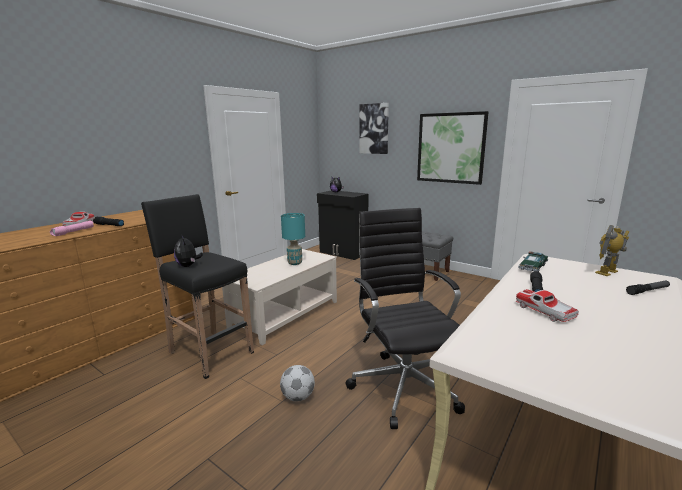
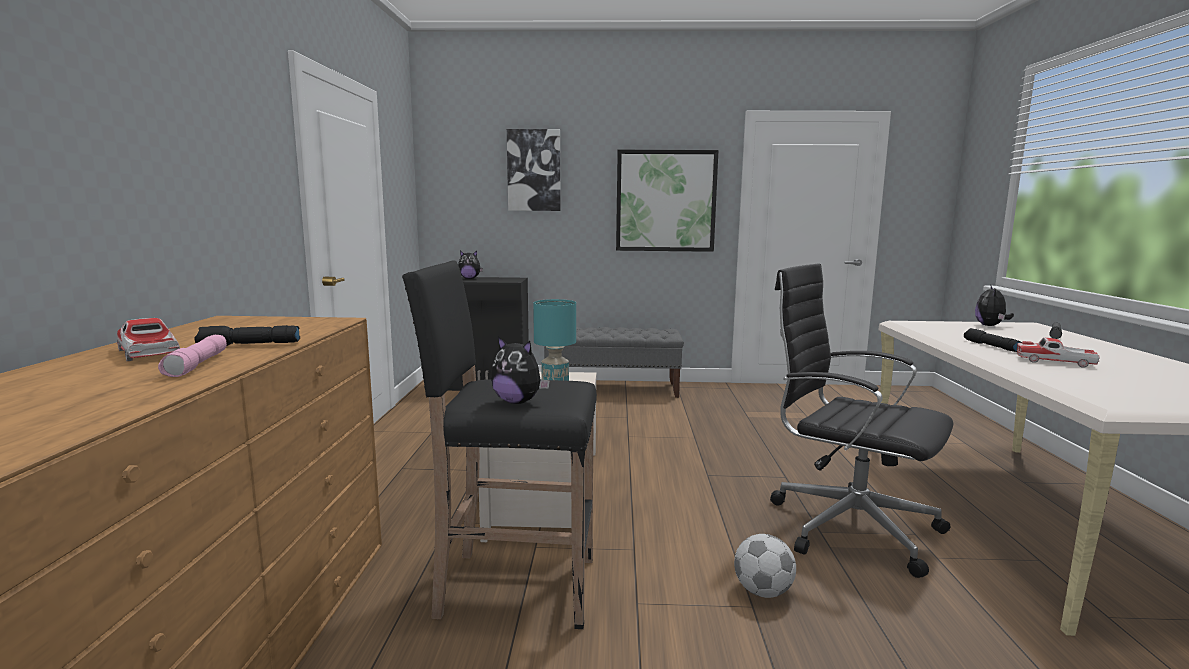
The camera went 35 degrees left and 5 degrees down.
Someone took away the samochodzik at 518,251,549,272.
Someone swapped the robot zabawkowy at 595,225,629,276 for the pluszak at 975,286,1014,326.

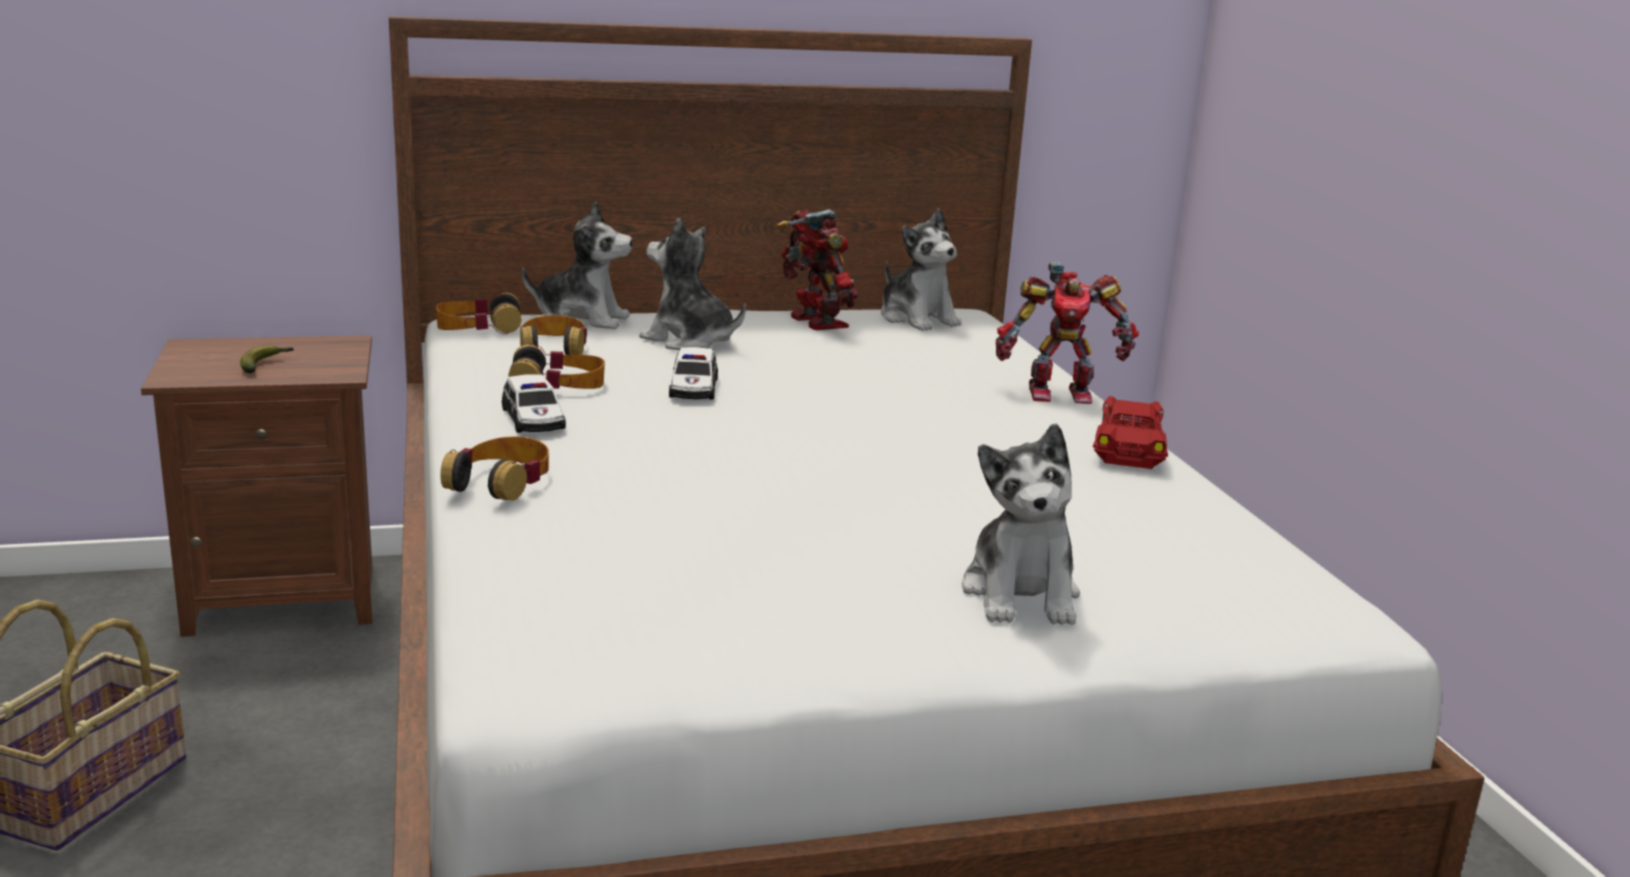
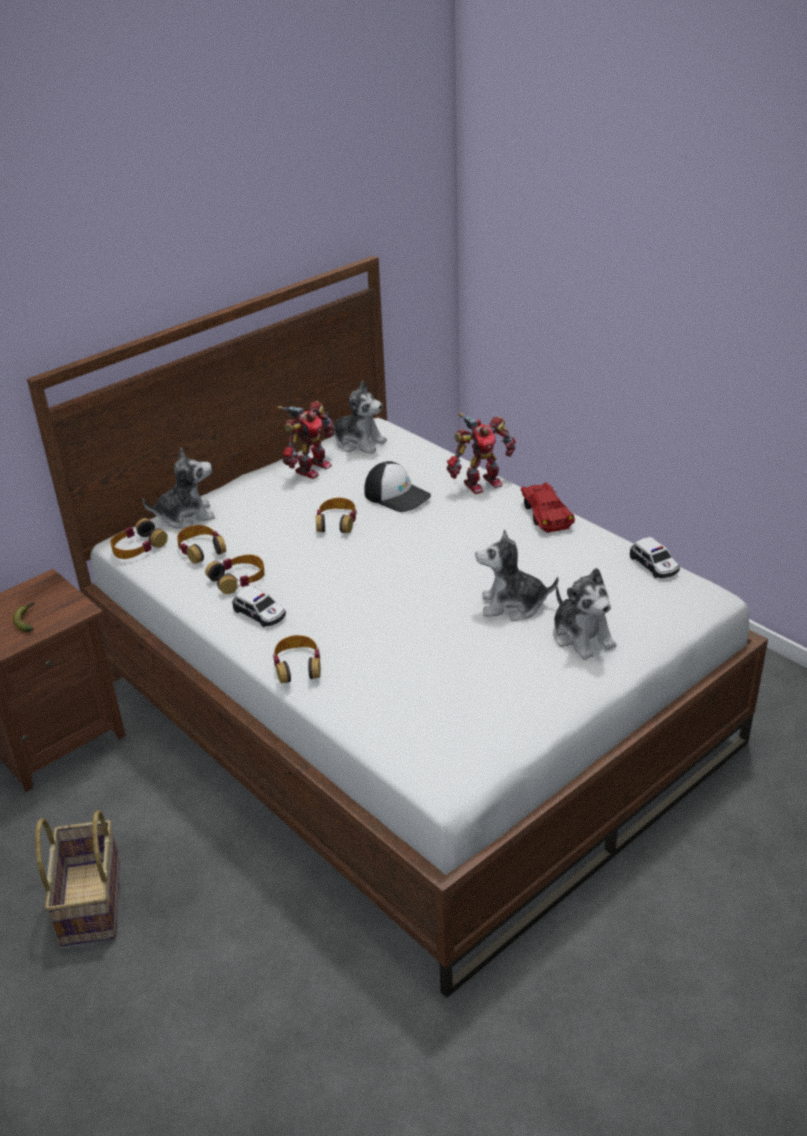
The camera went 25 degrees left and 15 degrees up.
Someone put down the słuchawki at 316,498,357,533.
Someone put down the czapka z daszkiem at 364,461,431,512.
Someone carried the pluszak from 639,218,746,350 to 475,530,559,621.
Someone carried the samochodzik from 669,347,718,400 to 630,537,680,578.
Someone rotated the robot zabawkowy at 777,209,858,330 by 90 degrees clockwise.

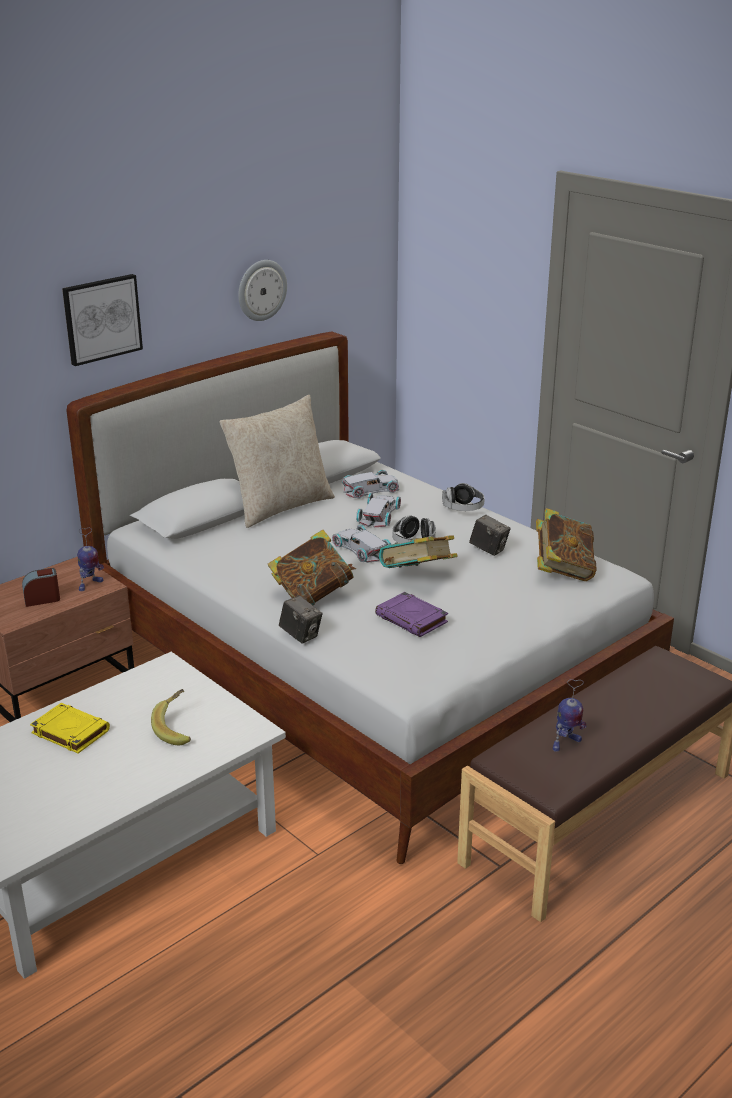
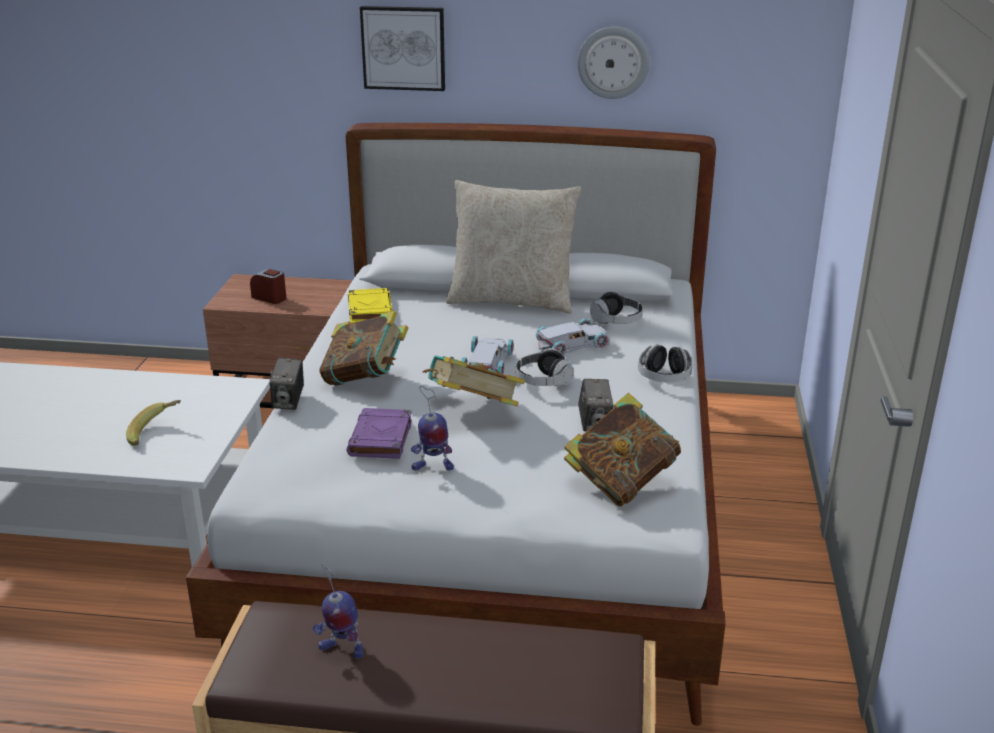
The camera went 50 degrees right and 0 degrees up.
Someone carried the książka [żółty] from 30,703,110,754 to 348,288,393,323.
Someone carried the robot zabawkowy from 77,528,104,591 to 411,386,454,471.
Someone swapped the samochodzik [biały] at 342,470,399,499 for the słuchawki at 590,291,643,324.

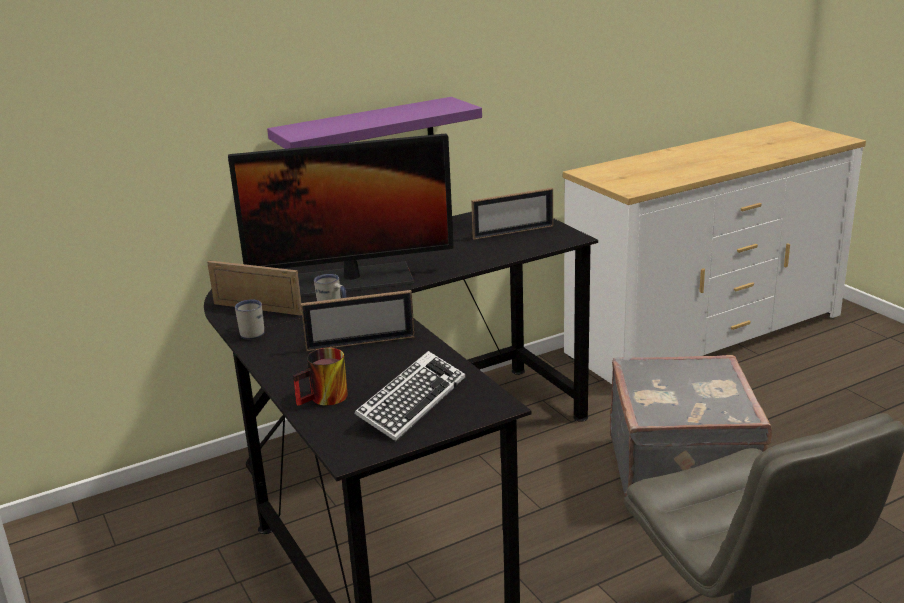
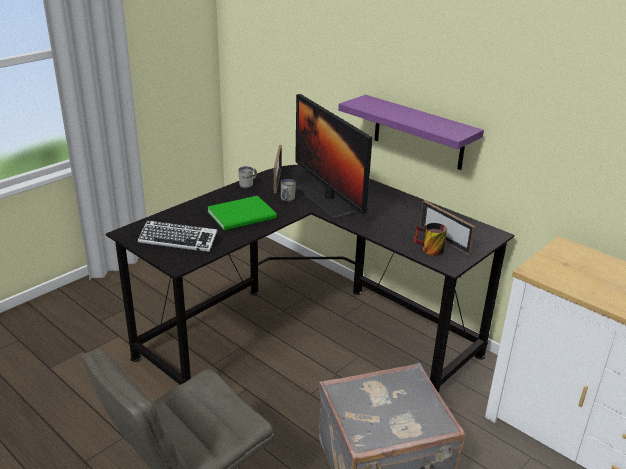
The camera went 70 degrees right and 5 degrees up.
Someone carried the kubek from 293,348,348,406 to 414,223,447,256.
Someone swapped the ramka na zdjęcie at 301,290,415,351 for the książka [zielony] at 207,196,277,231.

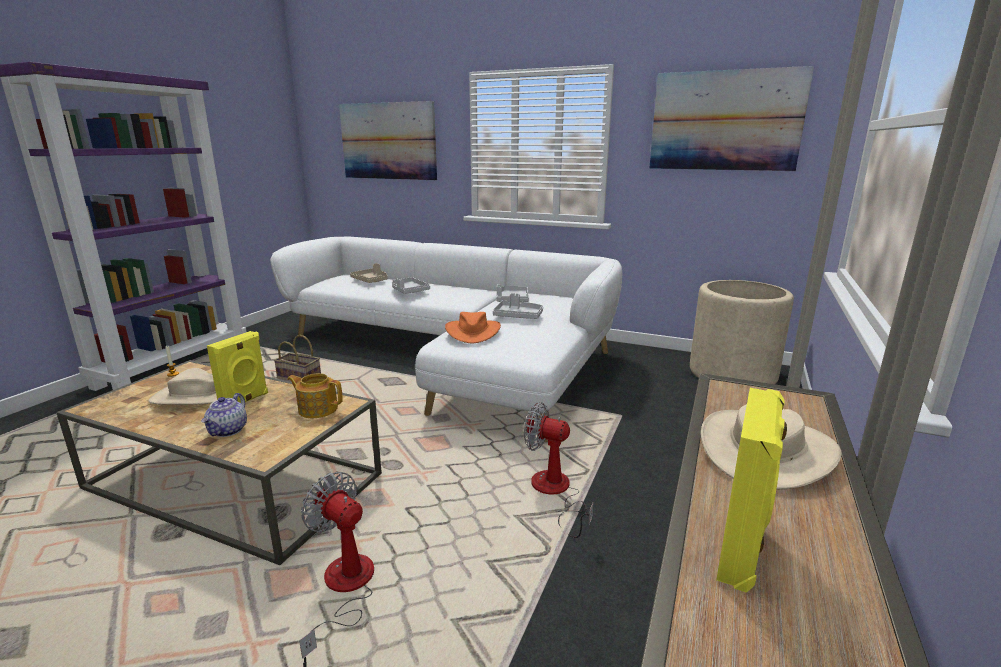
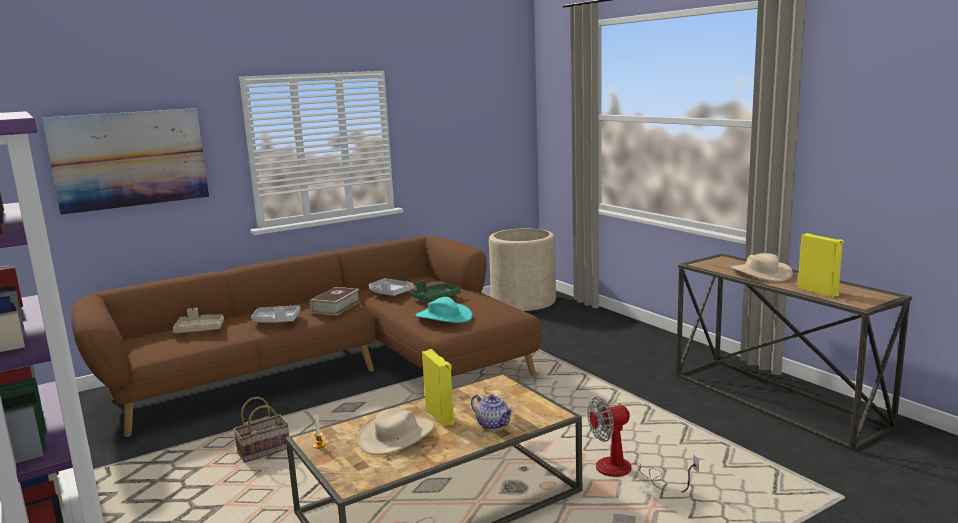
The camera went 55 degrees left and 5 degrees down.
Someone took away the imbryk at 287,373,343,418.
Someone took away the wentylator at 524,402,593,538.
Someone took away the obraz at 649,66,814,171.
Someone put down the książka at 310,287,361,316.
Someone repainted the kanapa [biały] at 270,236,623,442, which became the kanapa [brązowy] at 71,236,541,437.
Someone repainted the kapelusz [pomarańczowy] at 445,312,501,343, which became the kapelusz [turkusowy] at 416,297,473,323.
Someone repainted the taca [szary] at 493,293,543,319, which became the taca [zielony] at 410,280,461,302.

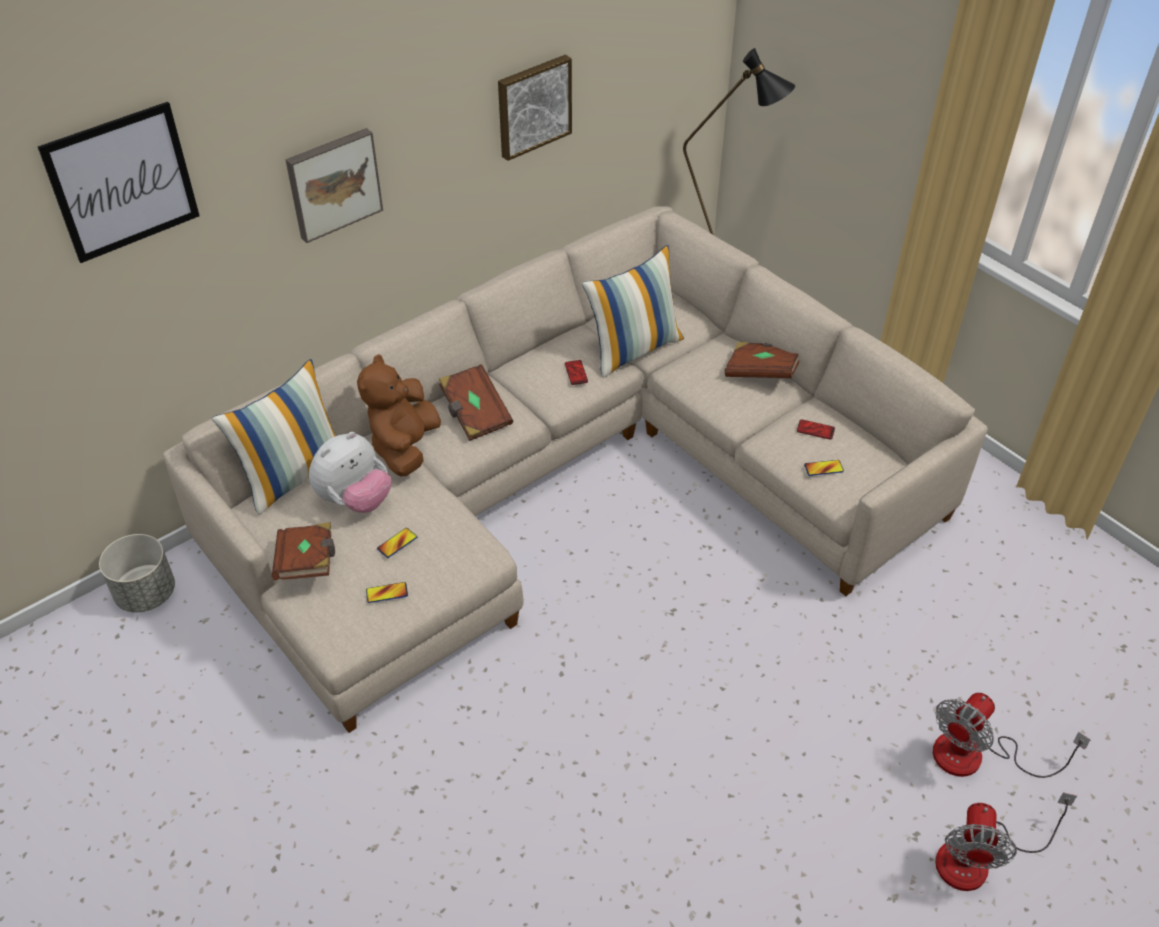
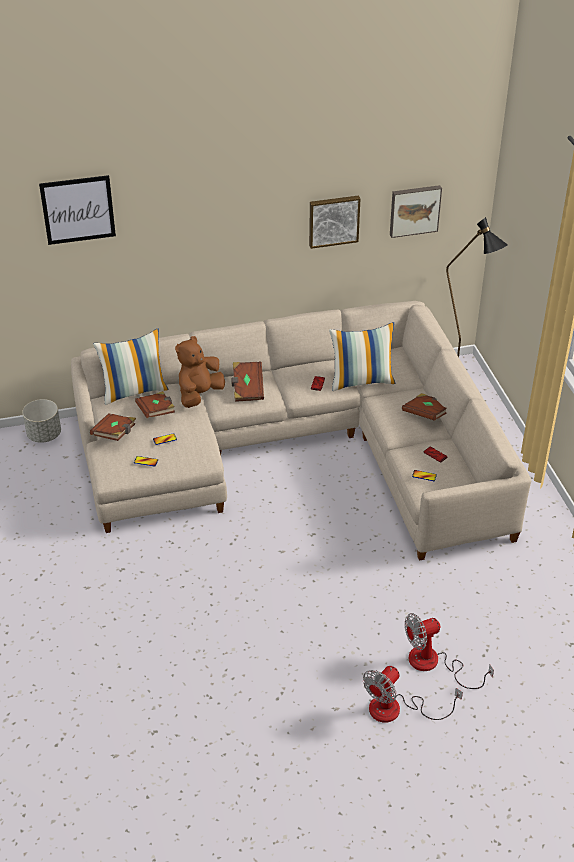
The camera went 25 degrees right and 5 degrees down.
Someone carried the obraz from 285,128,383,243 to 390,185,442,238.
Someone swapped the pluszak at 309,432,391,513 for the książka [brązowy] at 135,391,175,418.

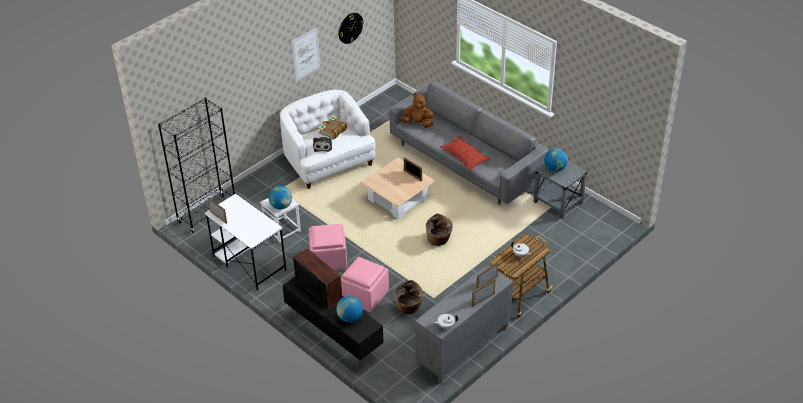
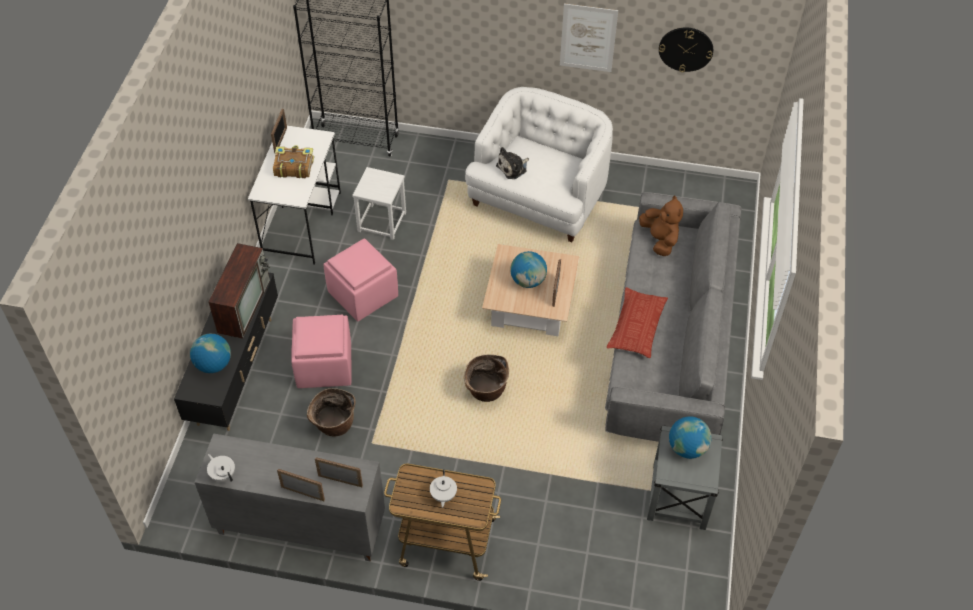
The camera went 55 degrees right and 10 degrees up.
Someone carried the globus from 268,186,292,210 to 510,251,547,288.
Someone carried the książka from 318,116,347,139 to 273,145,314,178.

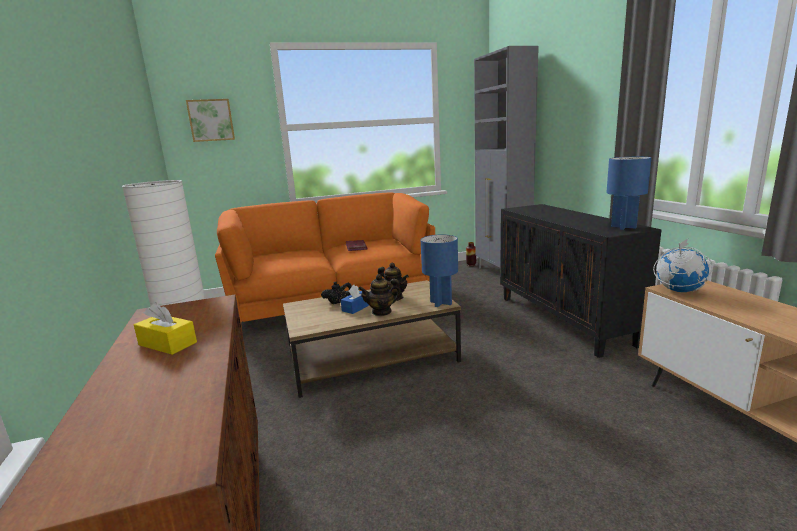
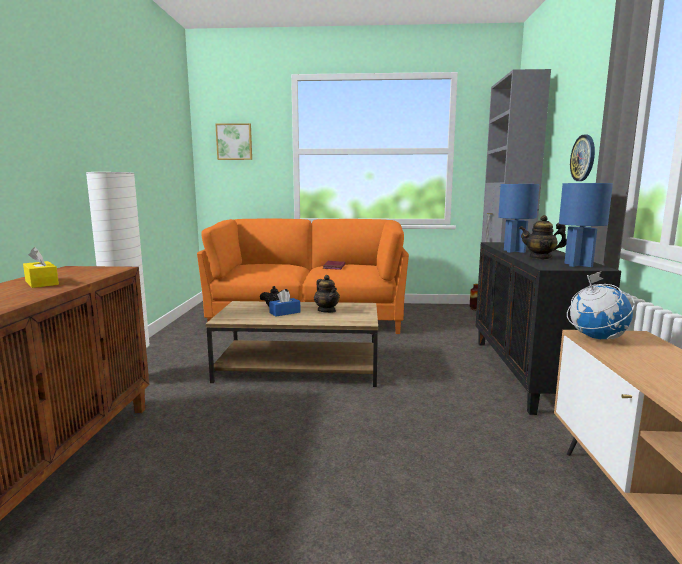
The camera went 20 degrees right and 5 degrees down.
Someone put up the zegar ścienny at 570,135,595,181.
Someone carried the imbryk from 358,274,402,316 to 519,215,567,259.
Someone carried the lampa stołowa [niebieski] from 421,235,458,307 to 498,184,539,253.

